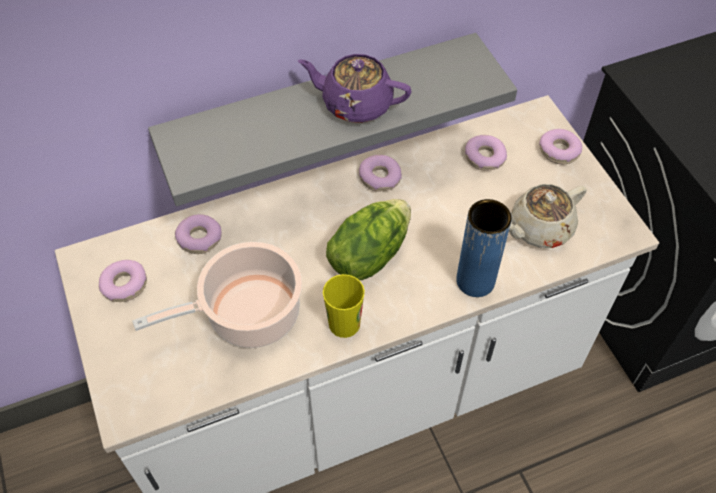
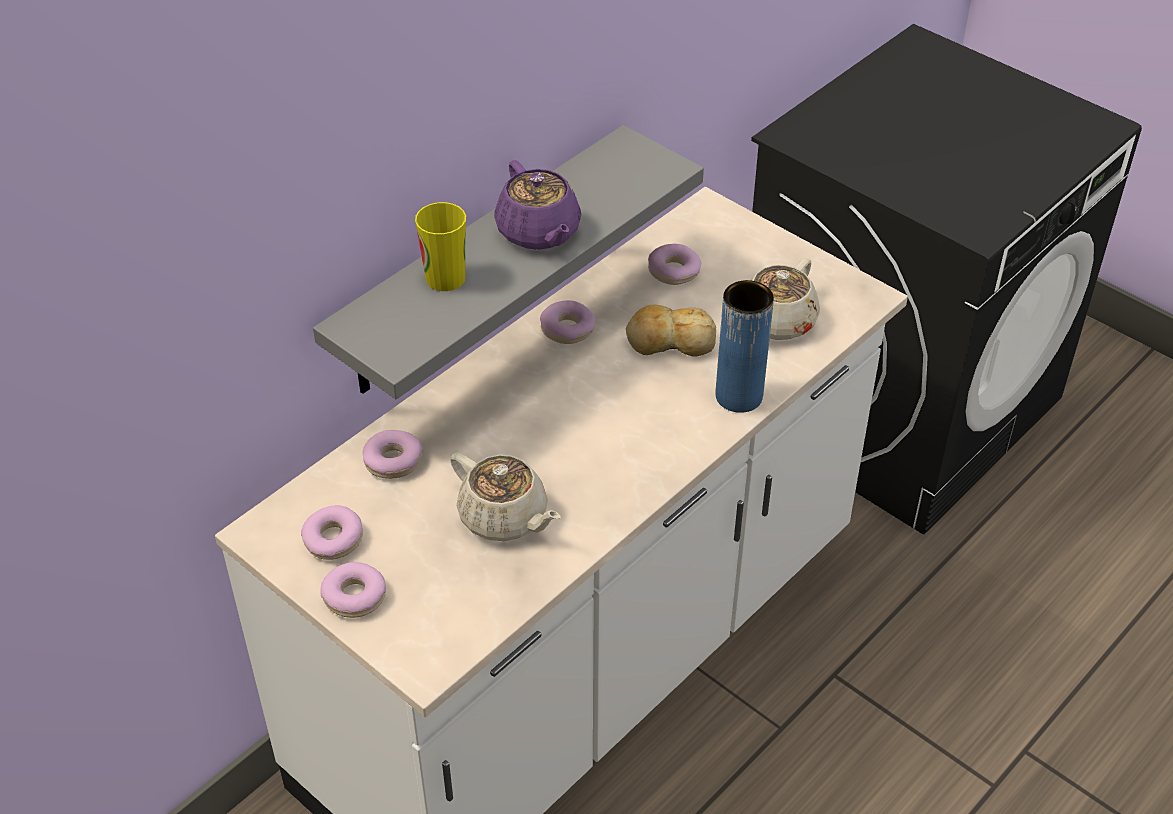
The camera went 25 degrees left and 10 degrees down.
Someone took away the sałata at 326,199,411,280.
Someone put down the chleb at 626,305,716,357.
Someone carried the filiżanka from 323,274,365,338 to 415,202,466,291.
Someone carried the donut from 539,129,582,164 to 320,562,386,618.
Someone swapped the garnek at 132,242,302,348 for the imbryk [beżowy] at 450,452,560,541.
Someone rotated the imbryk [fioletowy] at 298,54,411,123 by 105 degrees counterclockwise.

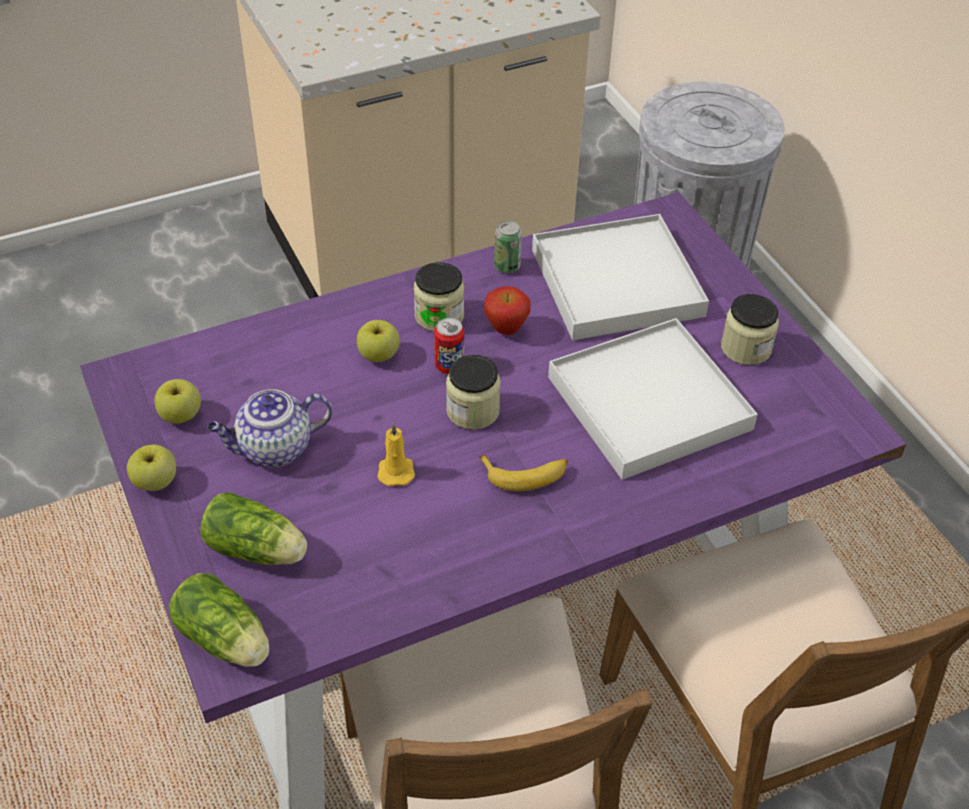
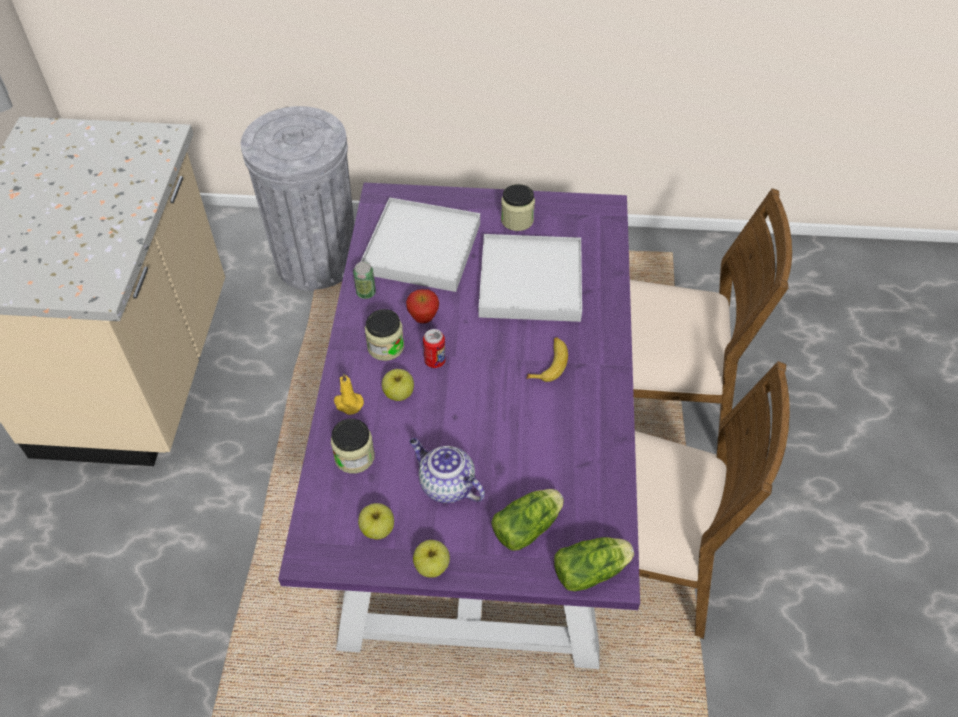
The camera went 60 degrees left and 5 degrees up.
Someone carried the świeca [żółty] from 377,422,415,486 to 334,373,364,415.
Someone carried the słoik from 446,355,501,430 to 331,419,375,473.
Someone rotated the imbryk at 207,389,332,467 by 120 degrees clockwise.

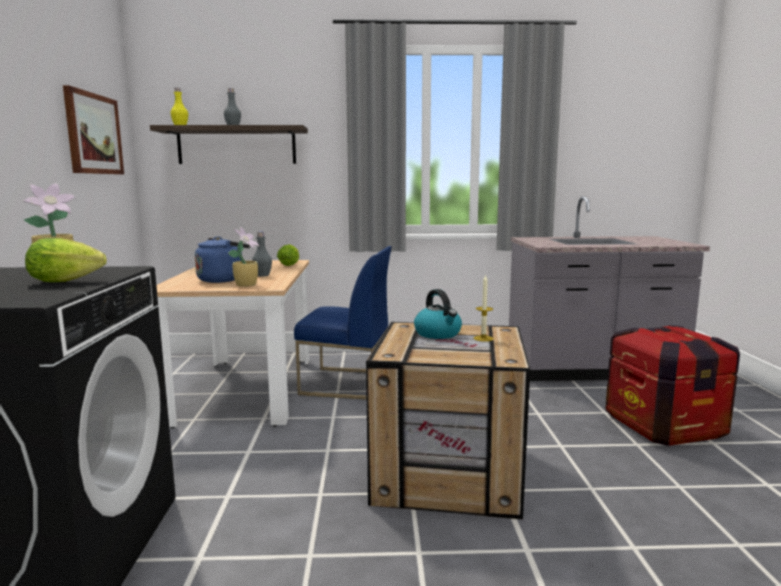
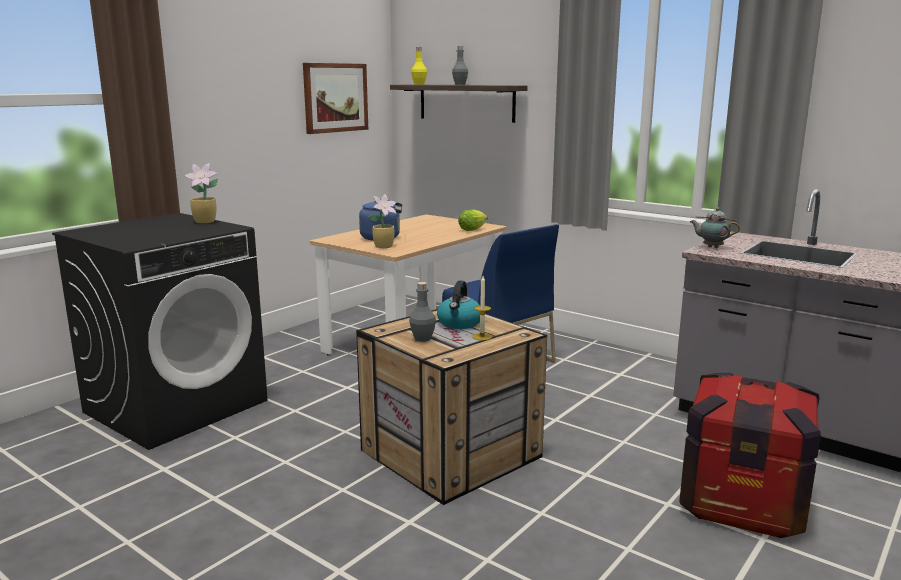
The camera went 40 degrees right and 5 degrees up.
Someone took away the sałata at 25,238,107,282.
Someone put down the imbryk at 690,207,740,248.
Someone carried the butelka [szary] from 252,232,272,277 to 409,282,436,342.

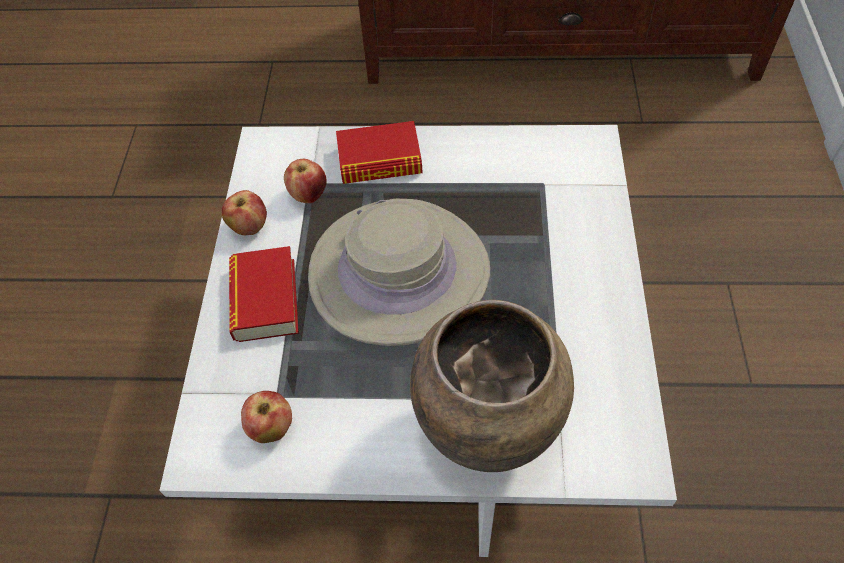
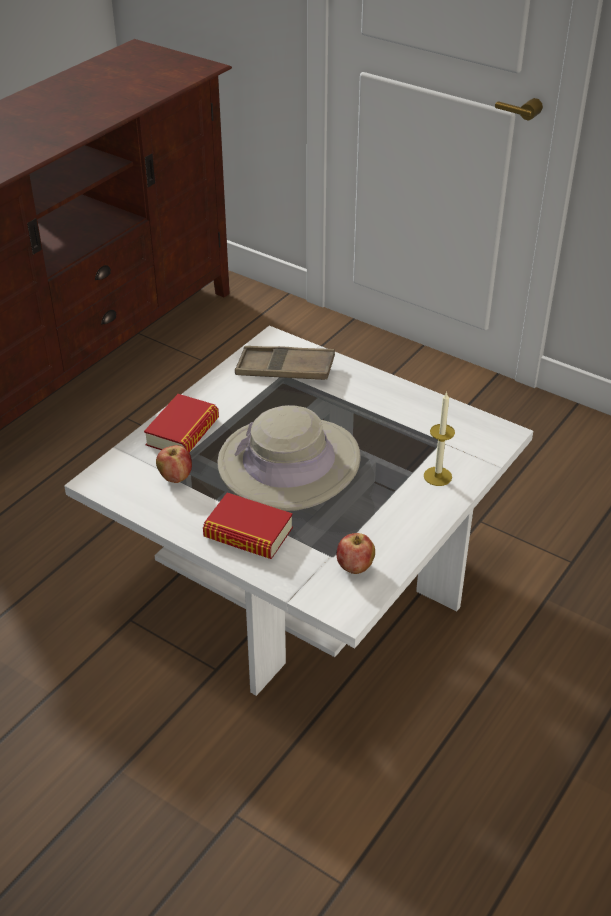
The camera went 60 degrees left and 15 degrees down.
Someone took away the jabłko at 222,190,267,235.
Someone put down the taca [brązowy] at 235,346,335,380.
Someone swapped the wazon [brązowy] at 410,300,574,472 for the świeca at 424,392,455,486.

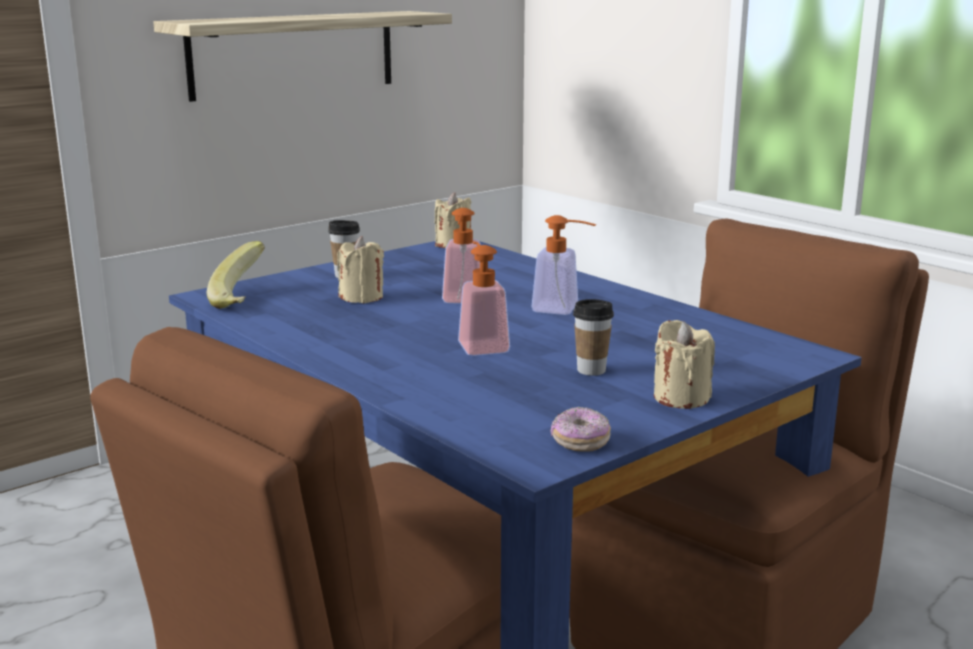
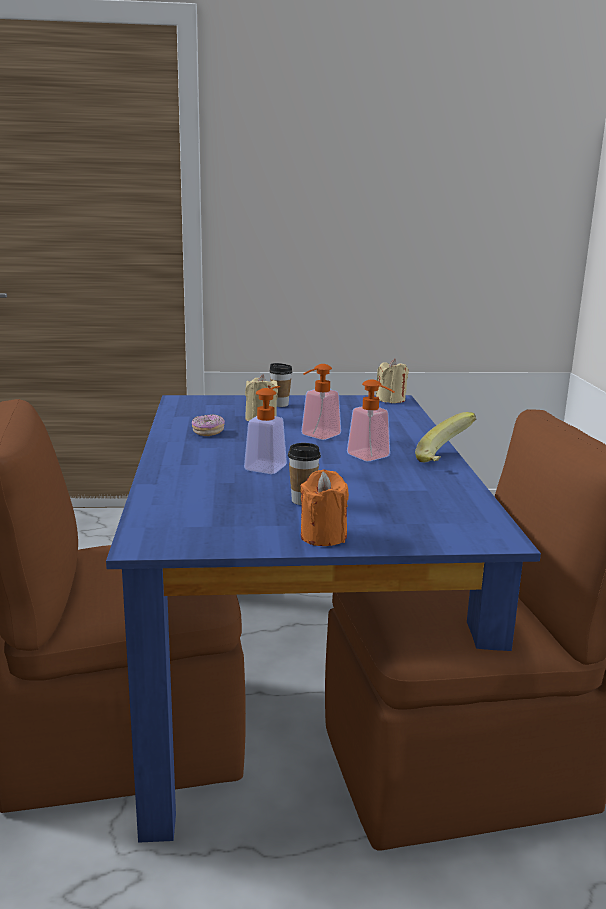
The camera went 35 degrees right and 0 degrees up.
Someone took away the półka at 153,11,452,102.
Someone carried the banan from 206,241,265,309 to 415,412,476,462.
Someone carried the donut from 551,407,611,452 to 192,414,225,436.
Someone repainted the świeca [beżowy] at 654,320,715,409, which became the świeca [pomarańczowy] at 300,470,349,546.

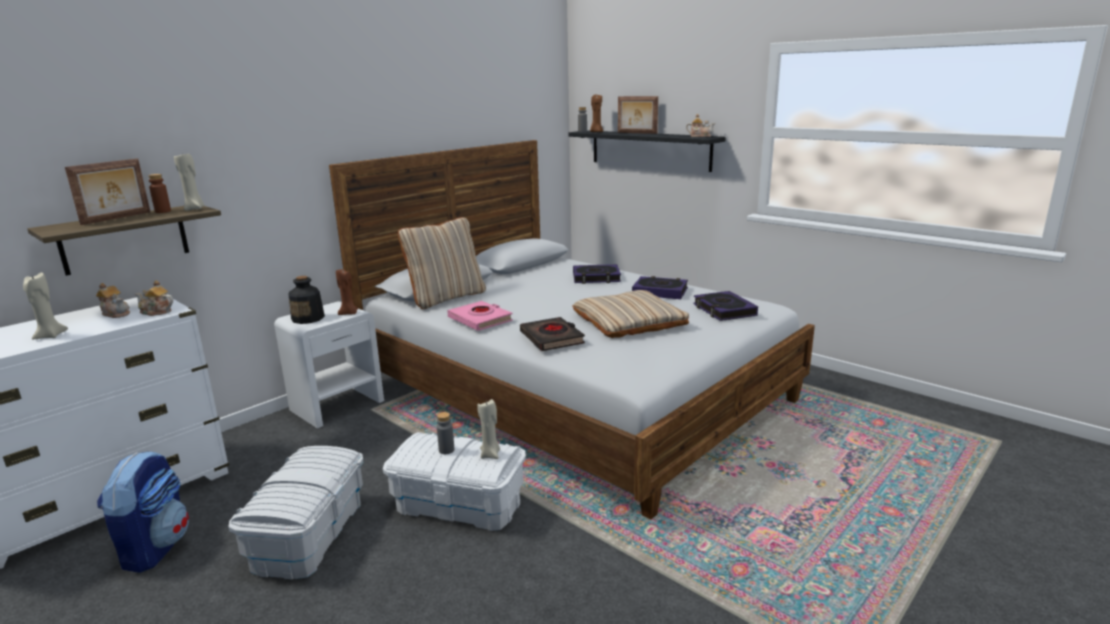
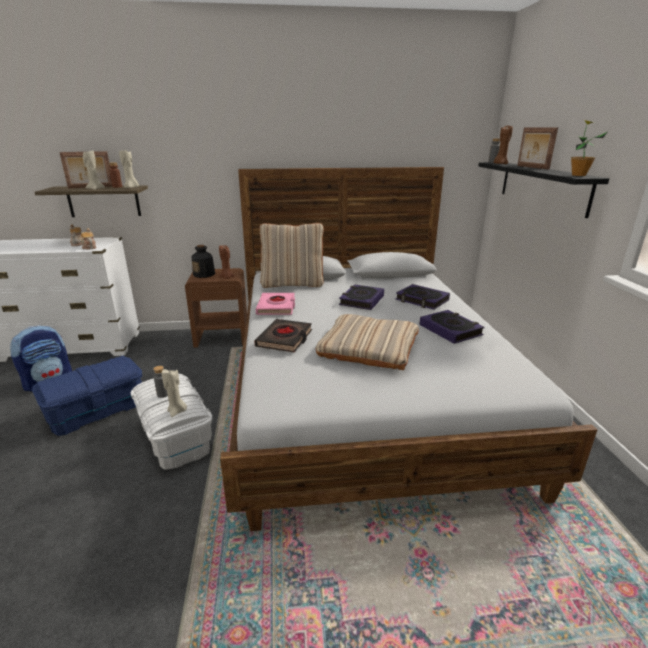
The camera went 40 degrees right and 5 degrees up.
Someone carried the świeca [beżowy] from 23,273,68,339 to 83,151,105,190.
Someone carried the książka from 693,291,758,321 to 339,284,384,310.
Someone swapped the imbryk at 686,114,715,137 for the roślina doniczkowa at 571,120,607,176.
Someone repainted the pojemnik do przechowywania [biały] at 228,446,363,579, which became the pojemnik do przechowywania [niebieski] at 31,356,142,436.
Someone repainted the szafka nocna [biały] at 274,301,384,428, which became the szafka nocna [brązowy] at 185,268,247,348.

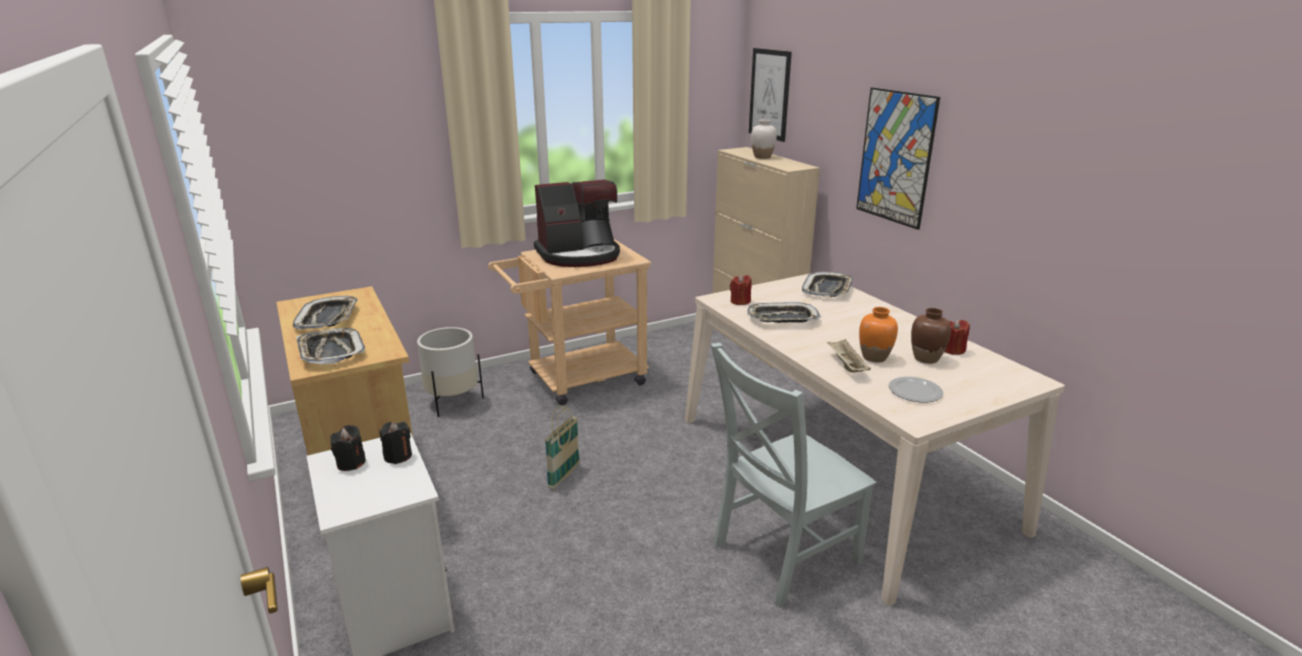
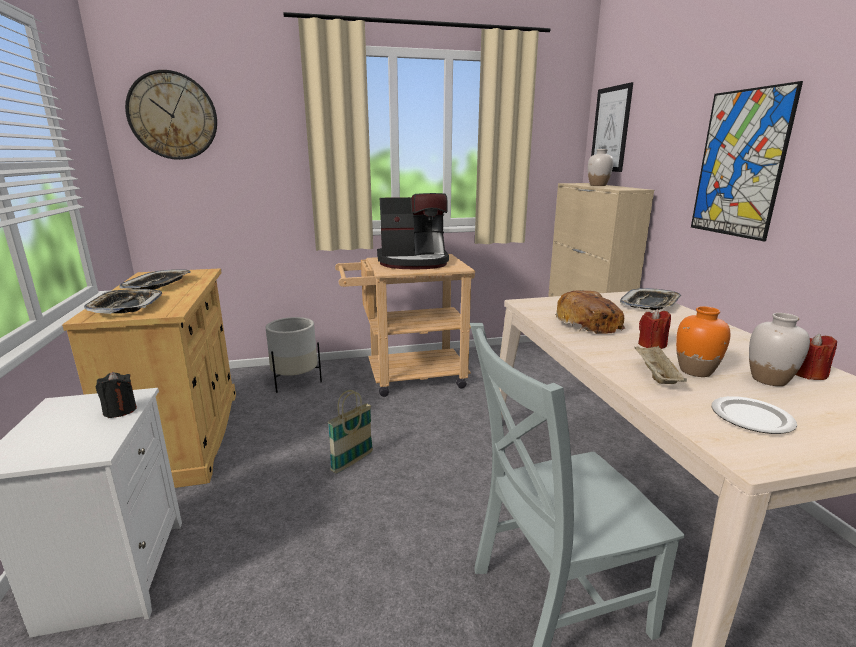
The camera went 15 degrees right and 5 degrees down.
Someone took away the świeca [czarny] at 330,425,366,471.
Someone put up the zegar ścienny at 125,70,217,160.
Someone carried the świeca [czerwony] from 730,274,752,305 to 638,309,671,349.
Someone swapped the taca at 748,302,821,323 for the chleb at 556,290,625,334.
Someone repainted the wazon [brązowy] at 911,308,951,364, which became the wazon [biały] at 749,313,810,386.

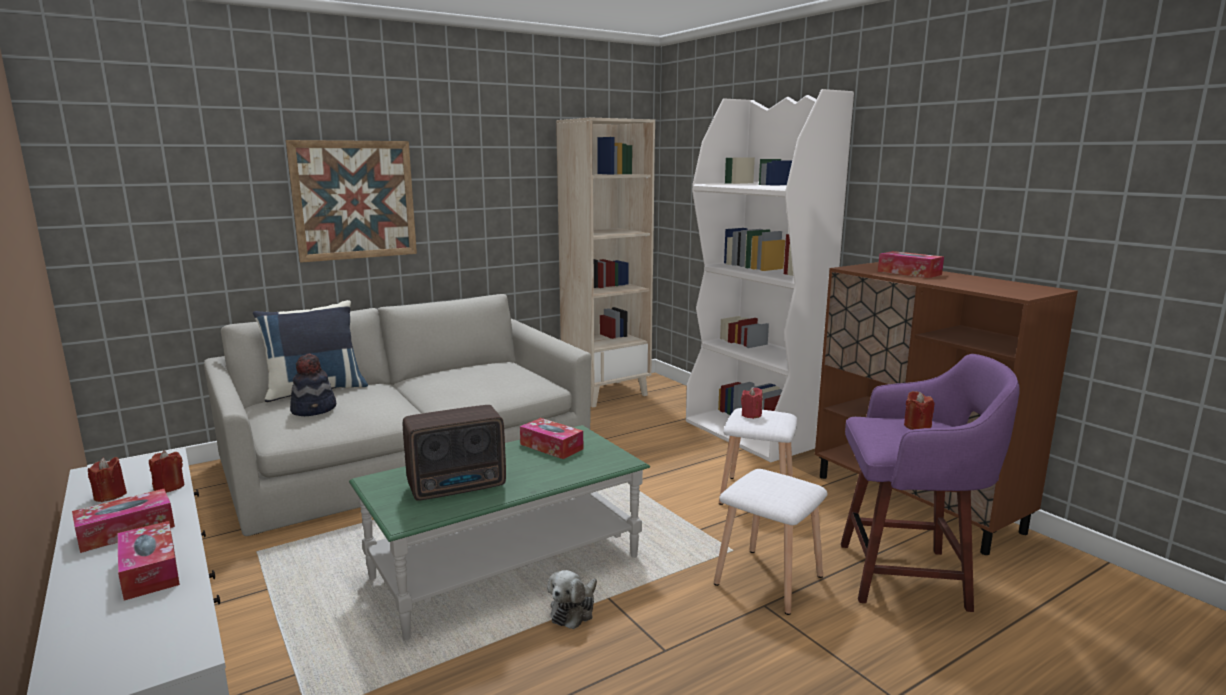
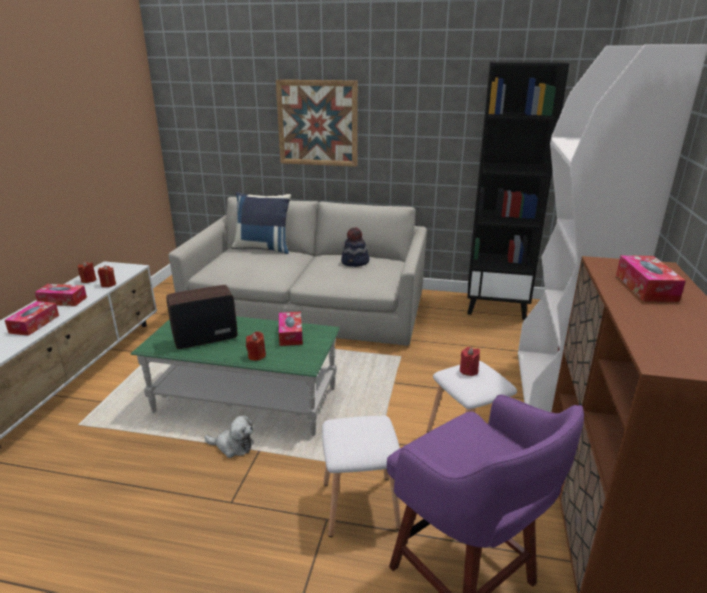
The camera went 45 degrees right and 10 degrees up.
Someone carried the kapelusz from 290,353,336,416 to 341,227,370,267.
Someone carried the świeca [czerwony] from 904,391,934,430 to 246,331,266,361.
Someone repainted the regał [beżowy] at 556,118,655,408, which became the regał [czarny] at 467,61,569,320.
Someone rotated the radio at 403,405,506,501 by 135 degrees clockwise.
Someone rotated the pluszak at 547,570,597,629 by 150 degrees counterclockwise.

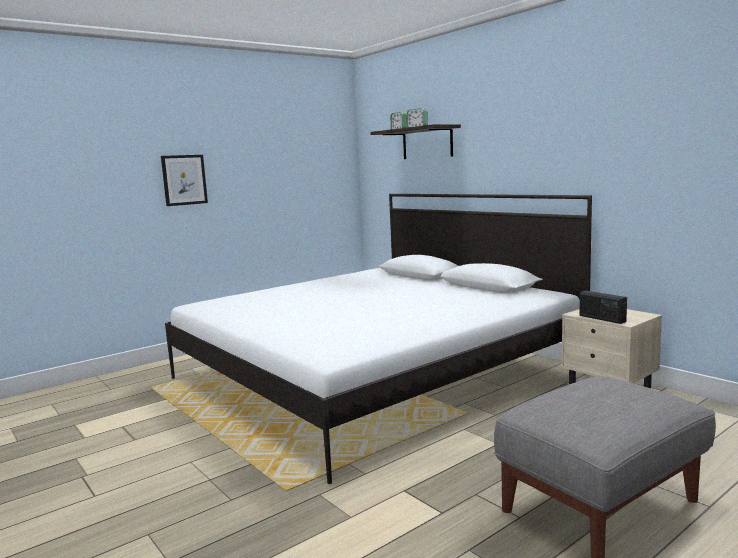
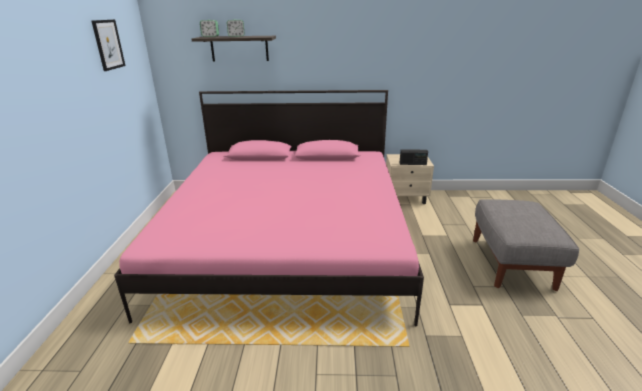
The camera went 50 degrees left and 15 degrees up.
Someone carried the obraz from 161,155,208,206 to 92,20,125,71.
Someone repainted the łóżko [biały] at 165,194,592,484, which became the łóżko [różowy] at 114,90,424,326.

